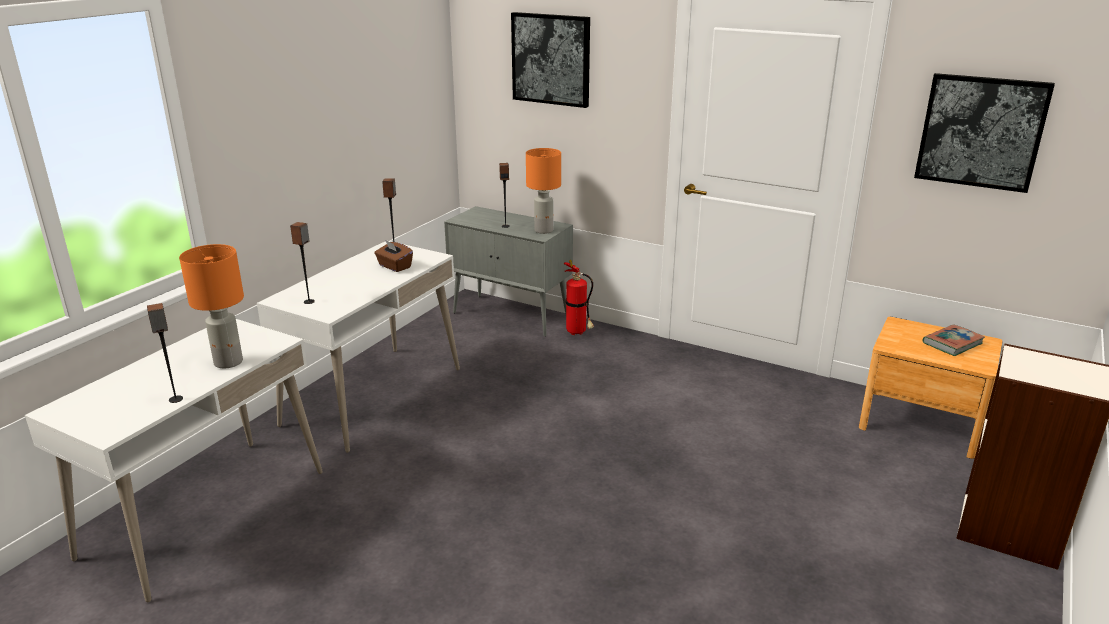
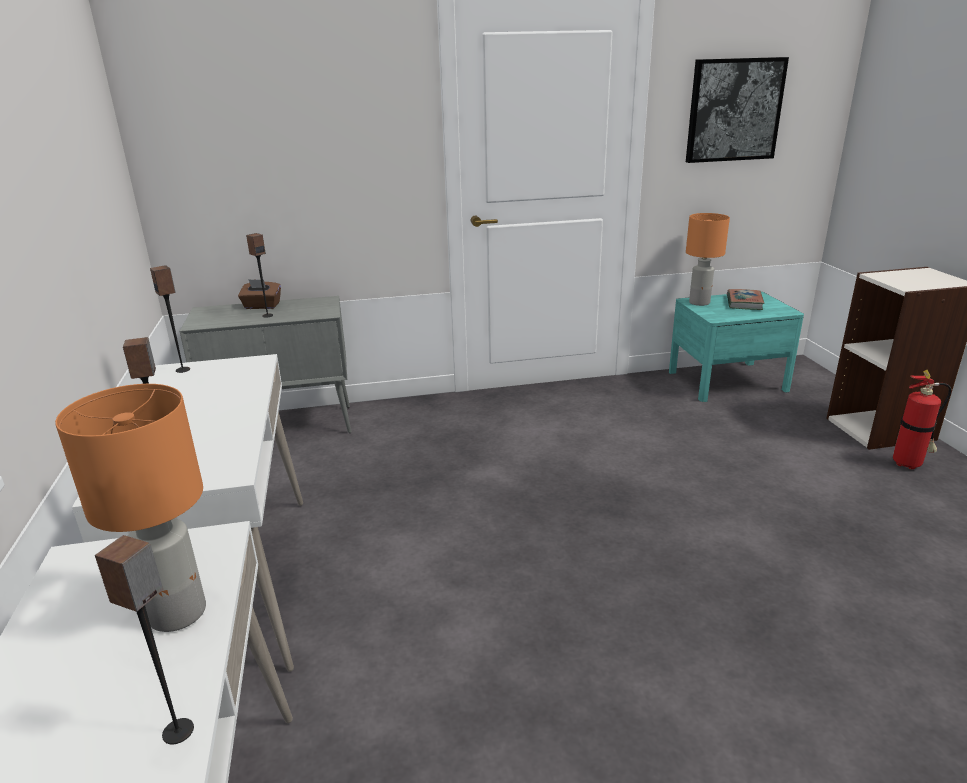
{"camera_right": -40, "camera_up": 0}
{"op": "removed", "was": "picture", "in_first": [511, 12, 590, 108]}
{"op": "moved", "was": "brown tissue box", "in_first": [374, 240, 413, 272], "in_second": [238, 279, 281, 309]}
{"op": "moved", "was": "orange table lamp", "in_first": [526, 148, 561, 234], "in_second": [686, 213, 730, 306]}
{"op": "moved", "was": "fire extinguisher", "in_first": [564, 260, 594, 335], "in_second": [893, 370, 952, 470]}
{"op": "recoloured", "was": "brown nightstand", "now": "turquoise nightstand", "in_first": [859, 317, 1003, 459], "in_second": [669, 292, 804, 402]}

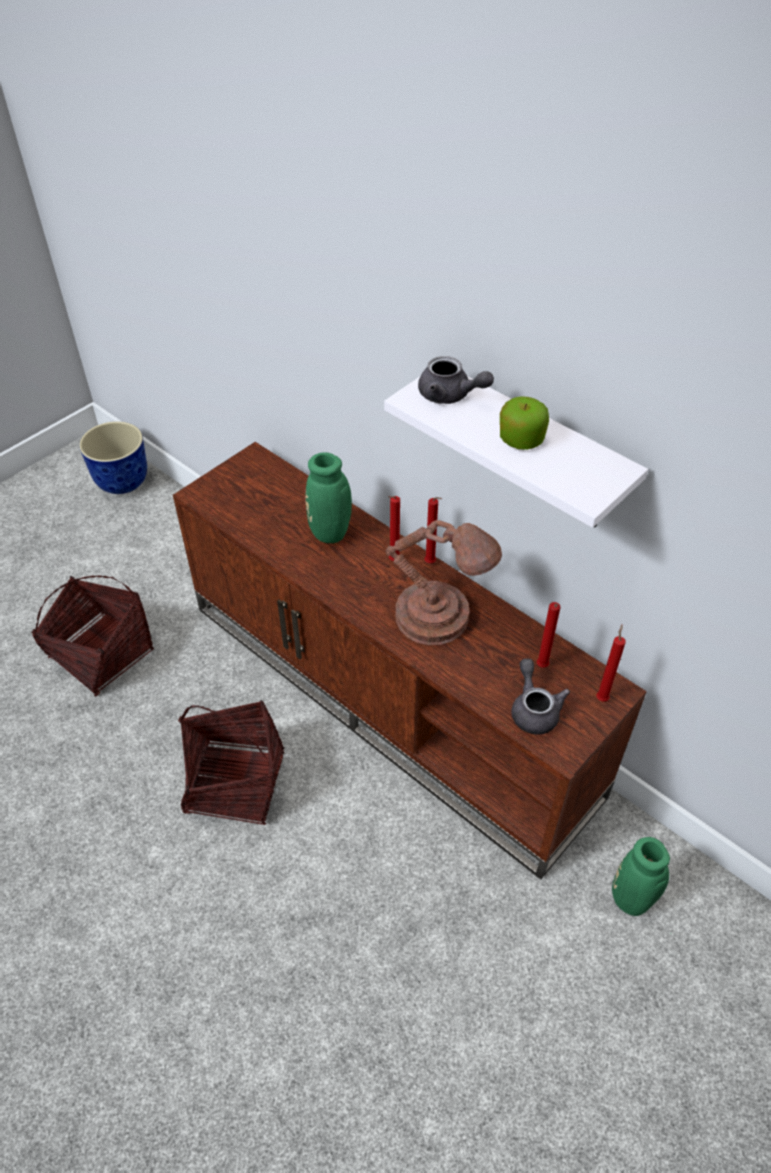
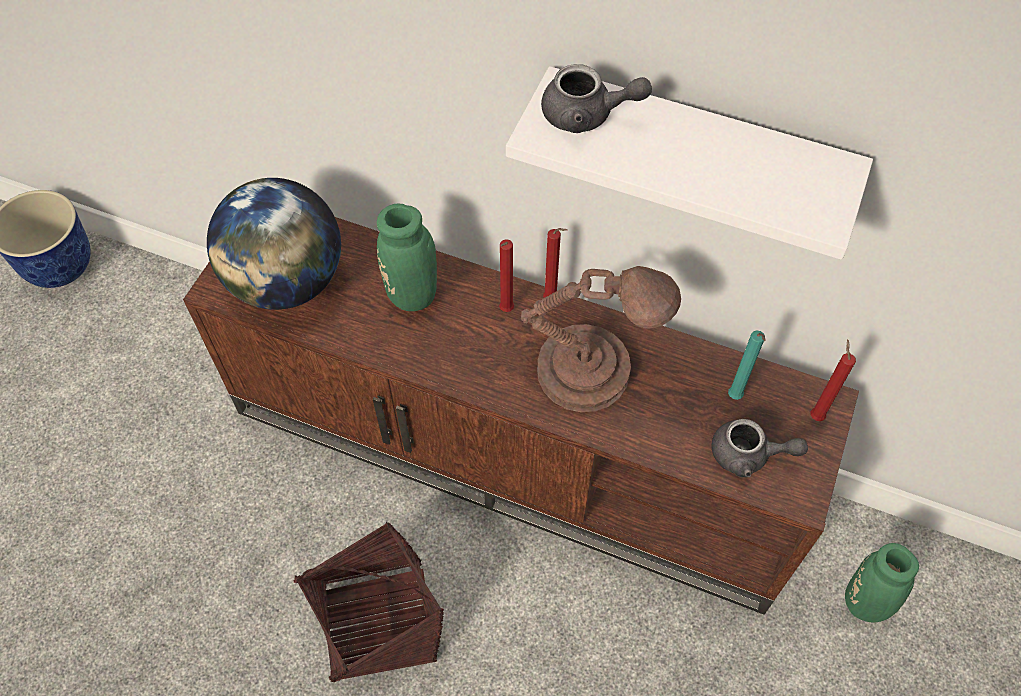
{"camera_right": -20, "camera_up": 10}
{"op": "removed", "was": "basket", "in_first": [31, 575, 154, 696]}
{"op": "removed", "was": "apple", "in_first": [500, 396, 549, 450]}
{"op": "added", "now": "globe", "in_second": [207, 178, 341, 310]}
{"op": "recoloured", "was": "red candle", "now": "turquoise candle", "in_first": [537, 602, 560, 668], "in_second": [728, 331, 766, 400]}
{"op": "turned", "was": "grey teapot", "in_first": [512, 659, 570, 735], "in_second": [711, 419, 808, 477], "clockwise": 135}

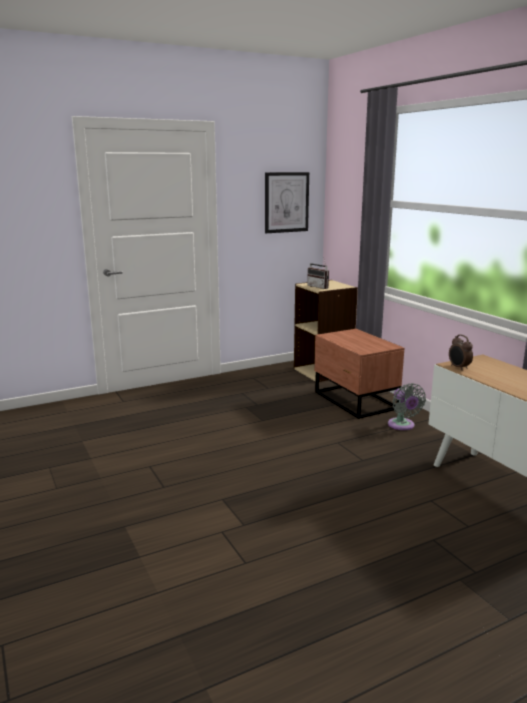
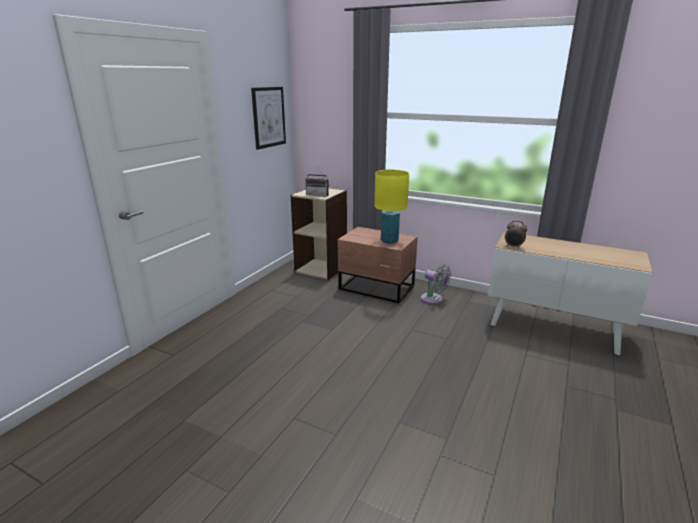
{"camera_right": -35, "camera_up": 5}
{"op": "added", "now": "yellow table lamp", "in_second": [375, 169, 409, 244]}

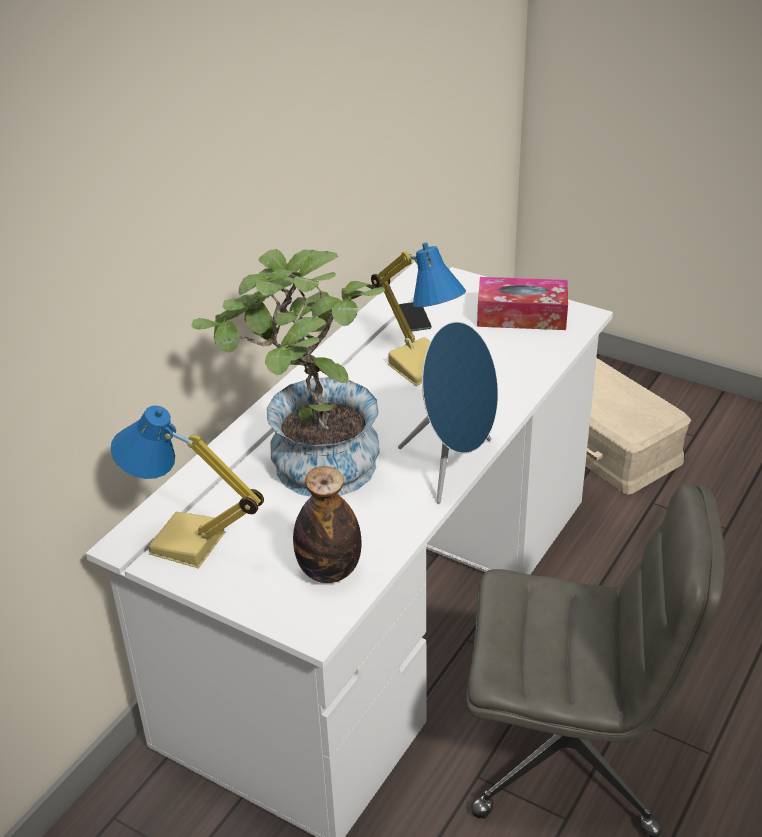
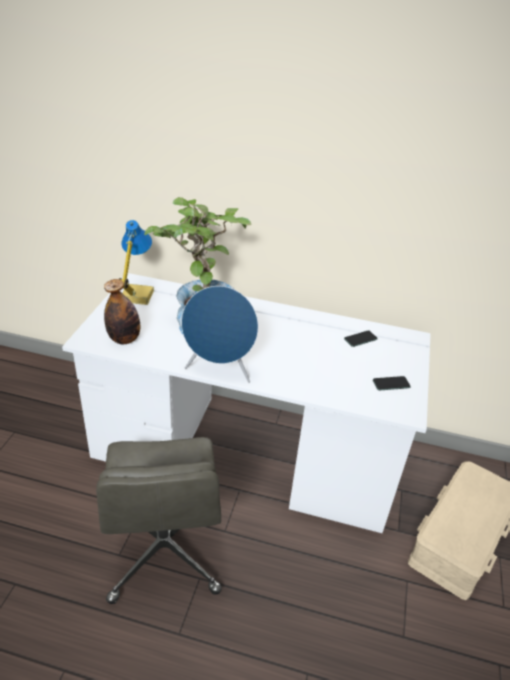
{"camera_right": 70, "camera_up": 0}
{"op": "removed", "was": "table lamp", "in_first": [371, 242, 466, 386]}
{"op": "replaced", "was": "tissue box", "now": "phone", "in_first": [477, 277, 568, 330], "in_second": [373, 376, 411, 390]}

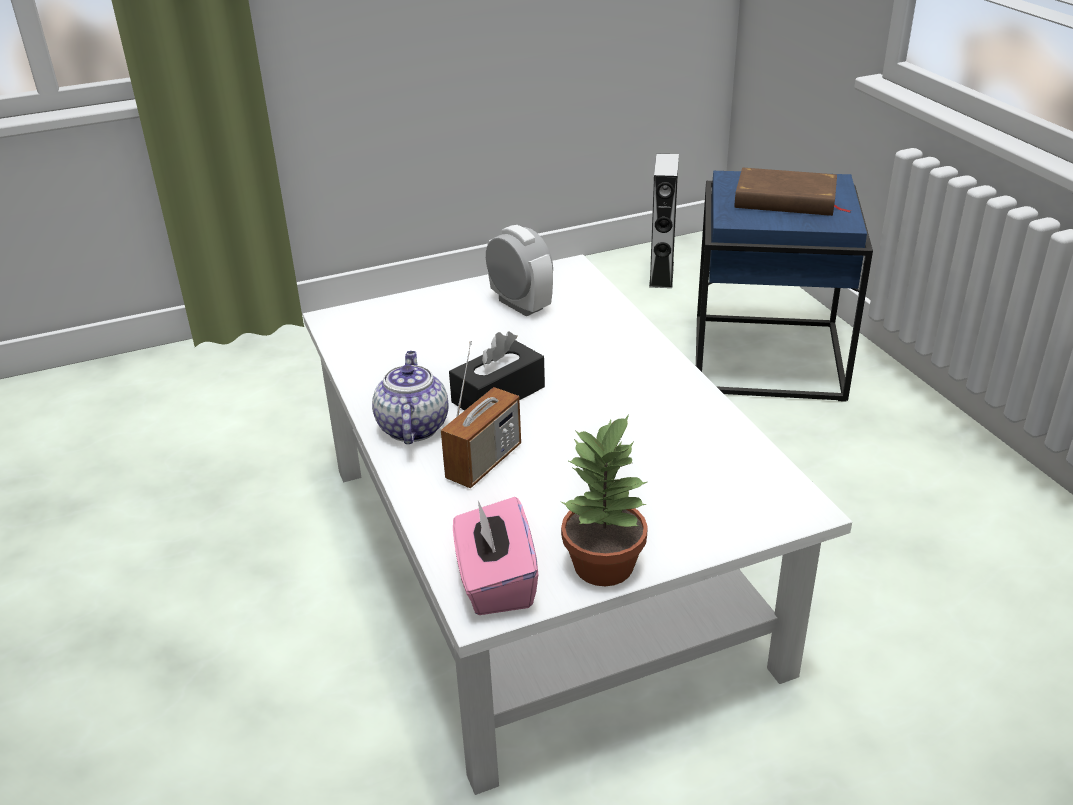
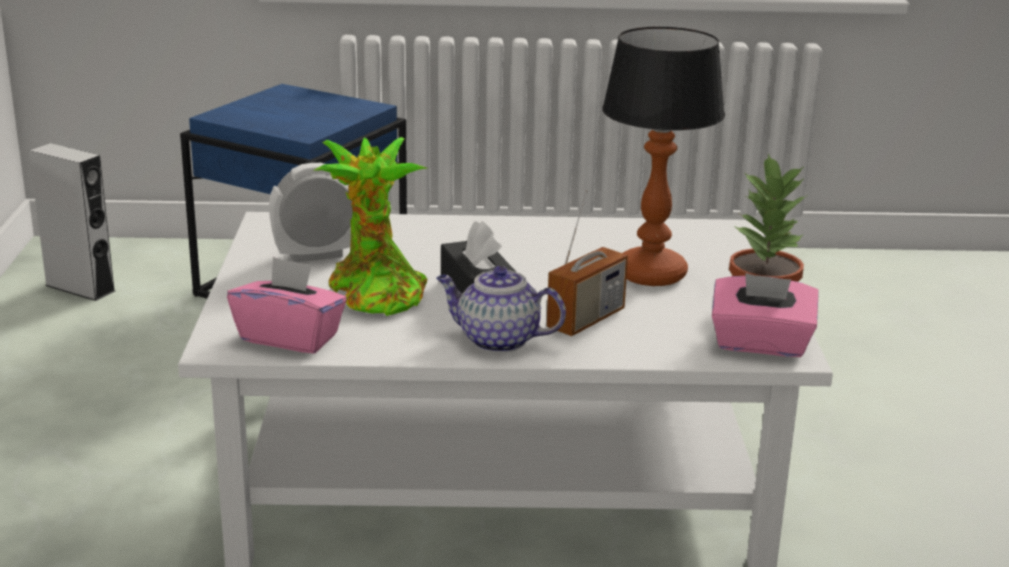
{"camera_right": -70, "camera_up": -10}
{"op": "removed", "was": "brown book", "in_first": [734, 168, 852, 216]}
{"op": "added", "now": "pink tissue box", "in_second": [227, 257, 347, 354]}
{"op": "added", "now": "potted plant", "in_second": [314, 137, 427, 316]}
{"op": "added", "now": "table lamp", "in_second": [602, 27, 725, 286]}
{"op": "turned", "was": "radio", "in_first": [441, 341, 521, 488], "in_second": [547, 190, 628, 336], "clockwise": 75}

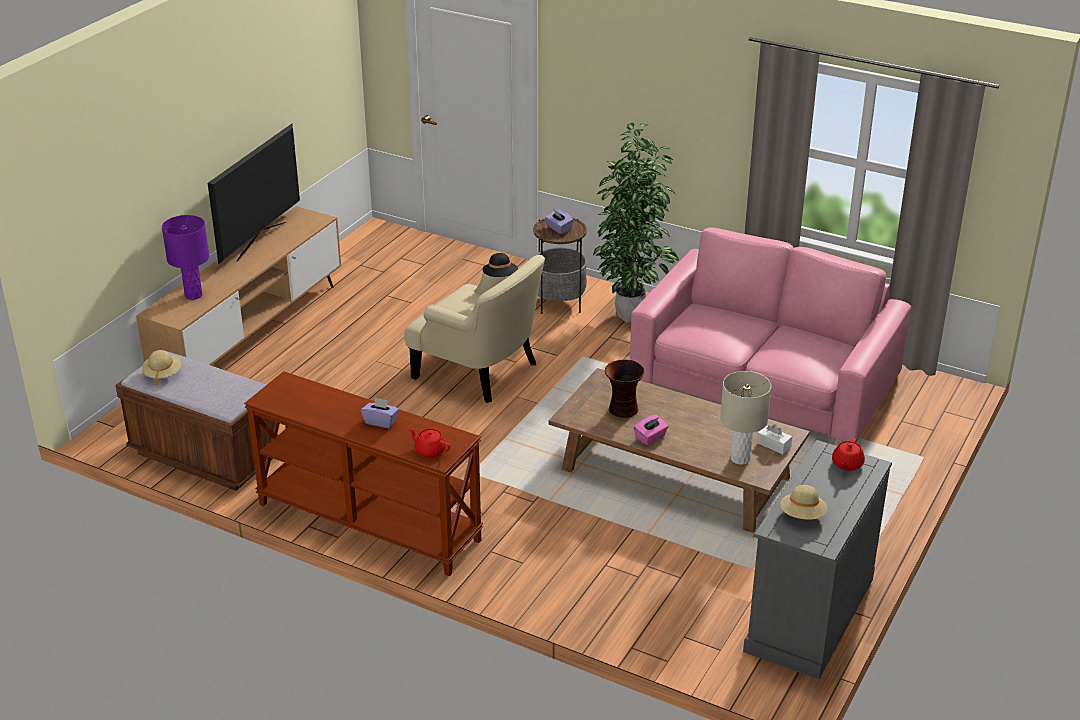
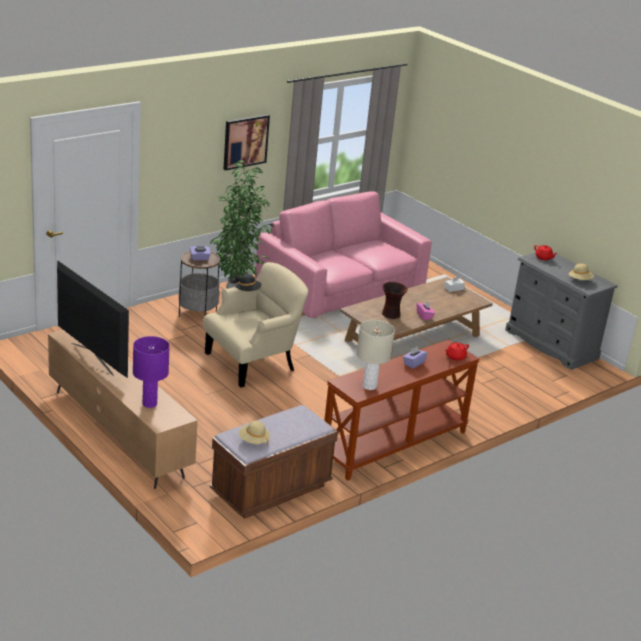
{"camera_right": -70, "camera_up": -5}
{"op": "added", "now": "picture", "in_second": [223, 114, 270, 171]}
{"op": "moved", "was": "beige table lamp", "in_first": [720, 371, 771, 465], "in_second": [356, 320, 395, 390]}

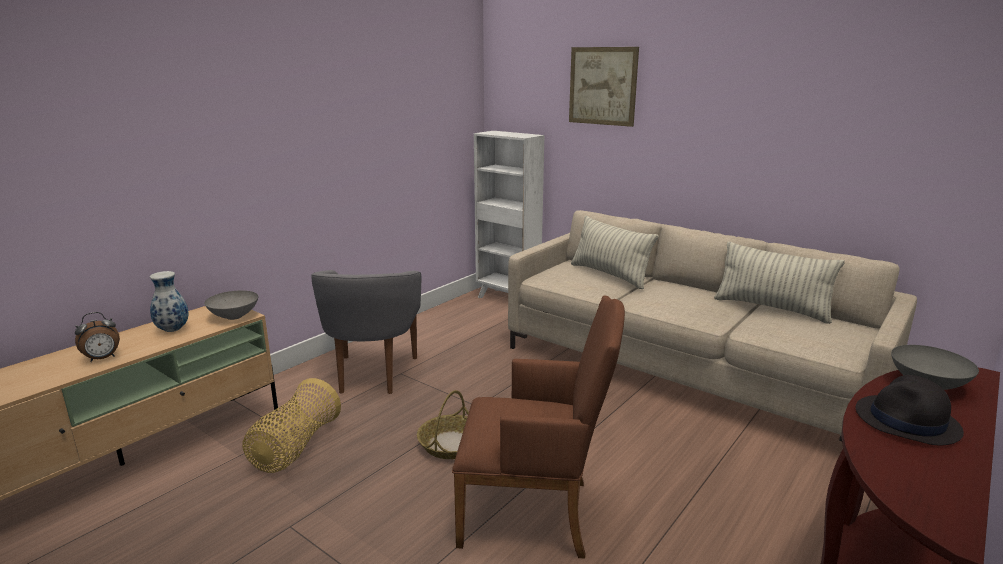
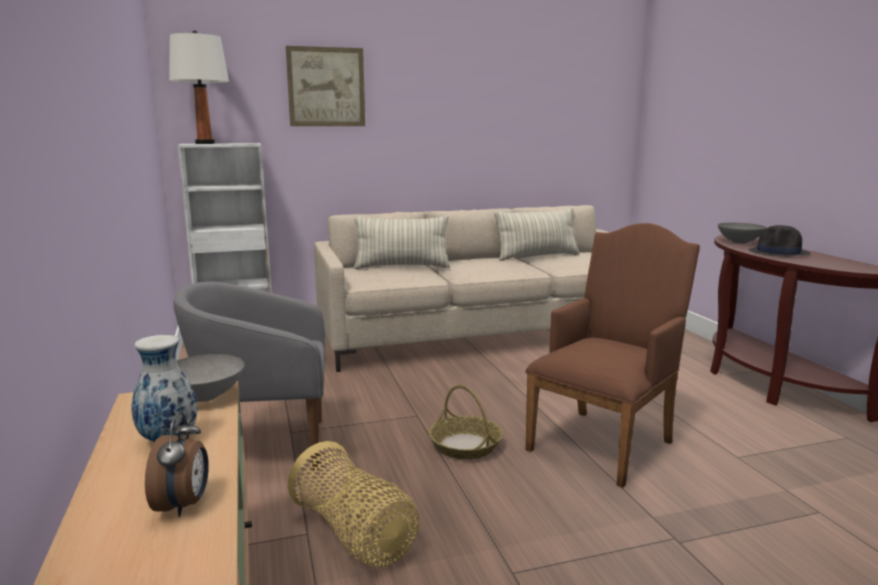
{"camera_right": -55, "camera_up": -5}
{"op": "added", "now": "white table lamp", "in_second": [169, 30, 229, 144]}
{"op": "turned", "was": "grey armchair", "in_first": [311, 270, 421, 394], "in_second": [173, 282, 325, 470], "clockwise": 135}

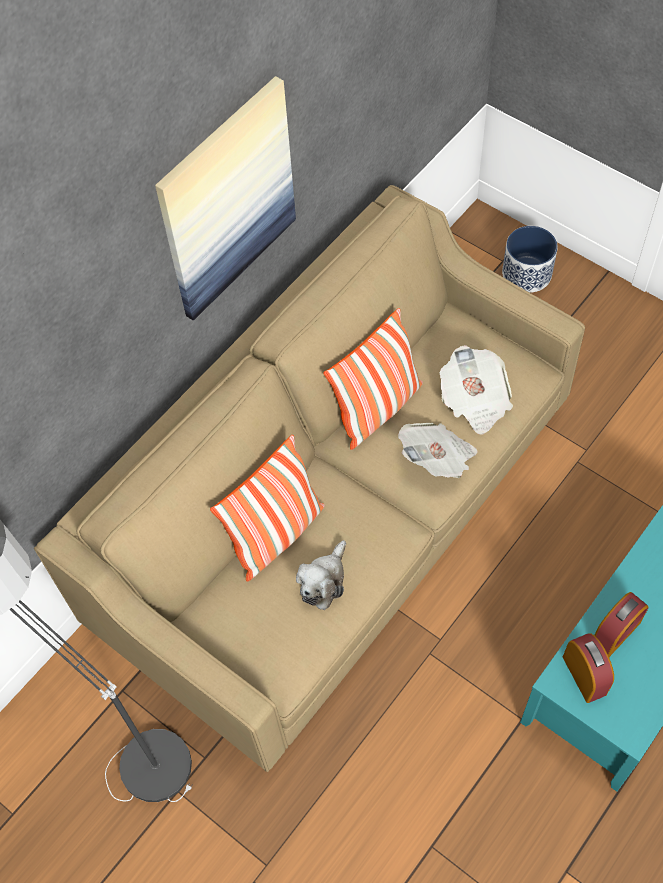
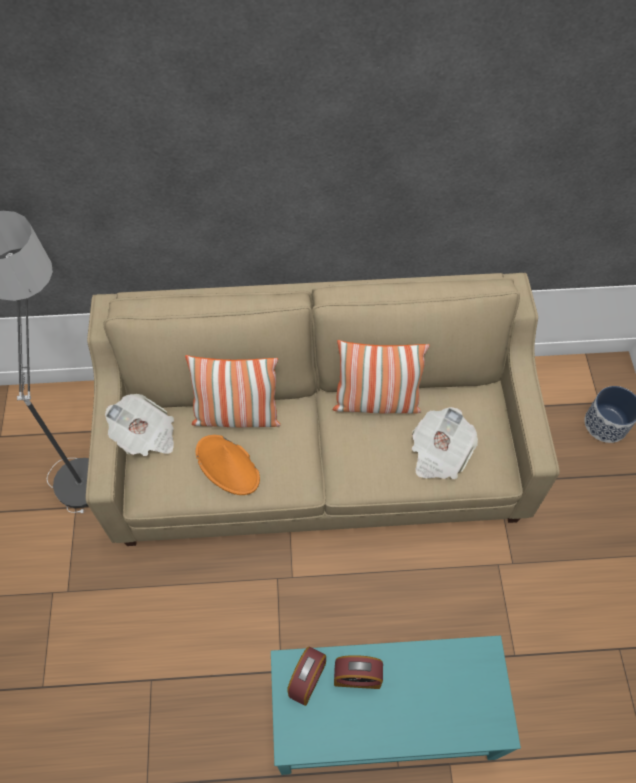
{"camera_right": 45, "camera_up": 0}
{"op": "removed", "was": "picture", "in_first": [155, 76, 296, 321]}
{"op": "moved", "was": "newspaper", "in_first": [398, 423, 478, 478], "in_second": [105, 394, 174, 456]}
{"op": "replaced", "was": "plush toy", "now": "orange hat", "in_first": [296, 540, 346, 610], "in_second": [196, 435, 260, 495]}

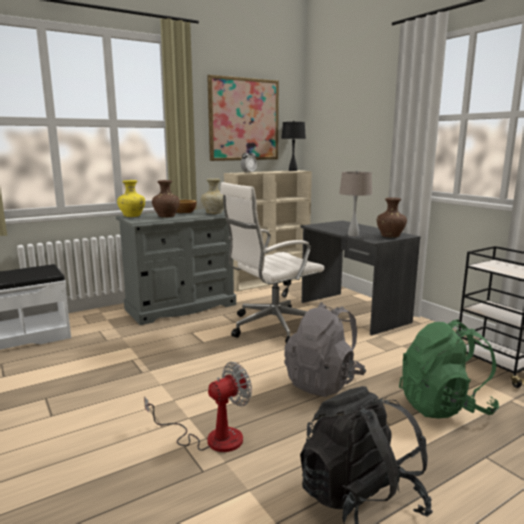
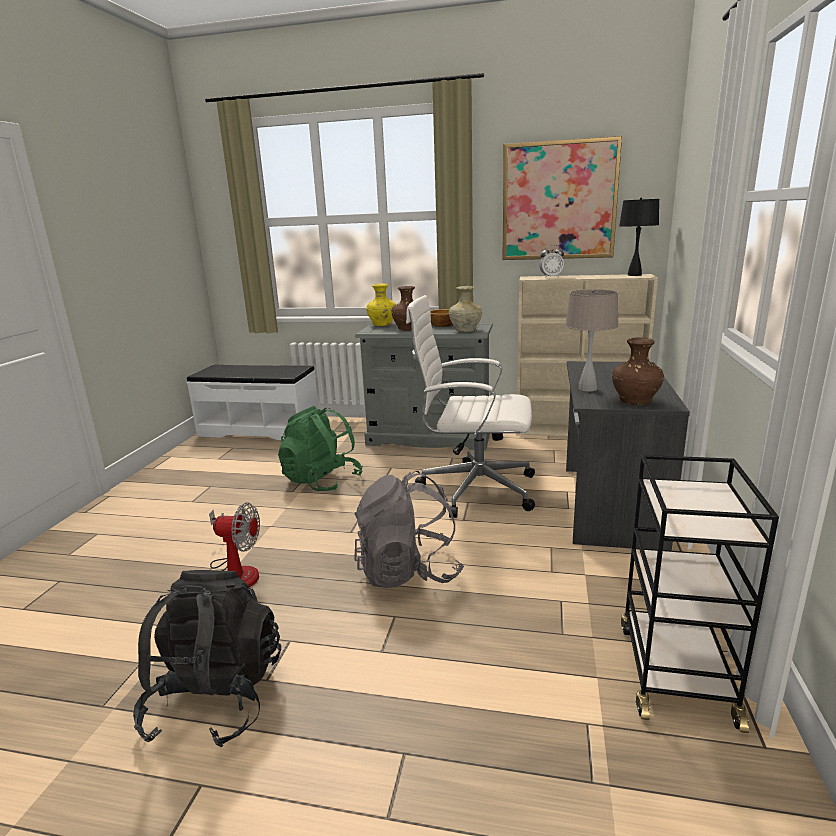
{"camera_right": 45, "camera_up": 5}
{"op": "moved", "was": "green backpack", "in_first": [399, 320, 499, 418], "in_second": [278, 406, 363, 491]}

